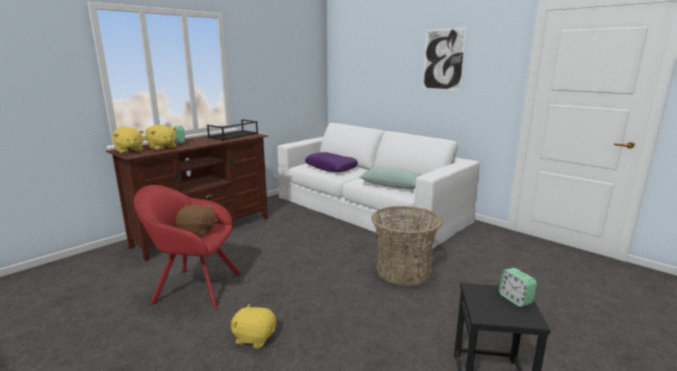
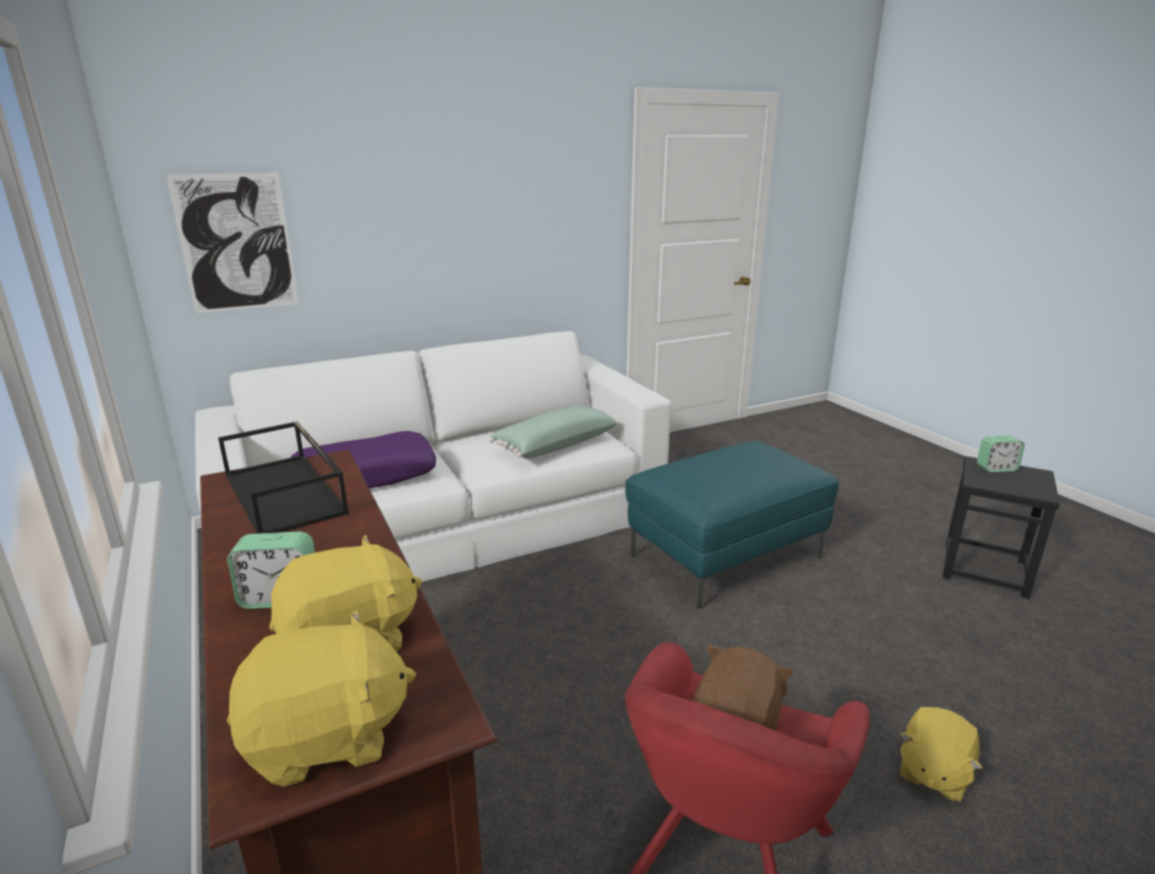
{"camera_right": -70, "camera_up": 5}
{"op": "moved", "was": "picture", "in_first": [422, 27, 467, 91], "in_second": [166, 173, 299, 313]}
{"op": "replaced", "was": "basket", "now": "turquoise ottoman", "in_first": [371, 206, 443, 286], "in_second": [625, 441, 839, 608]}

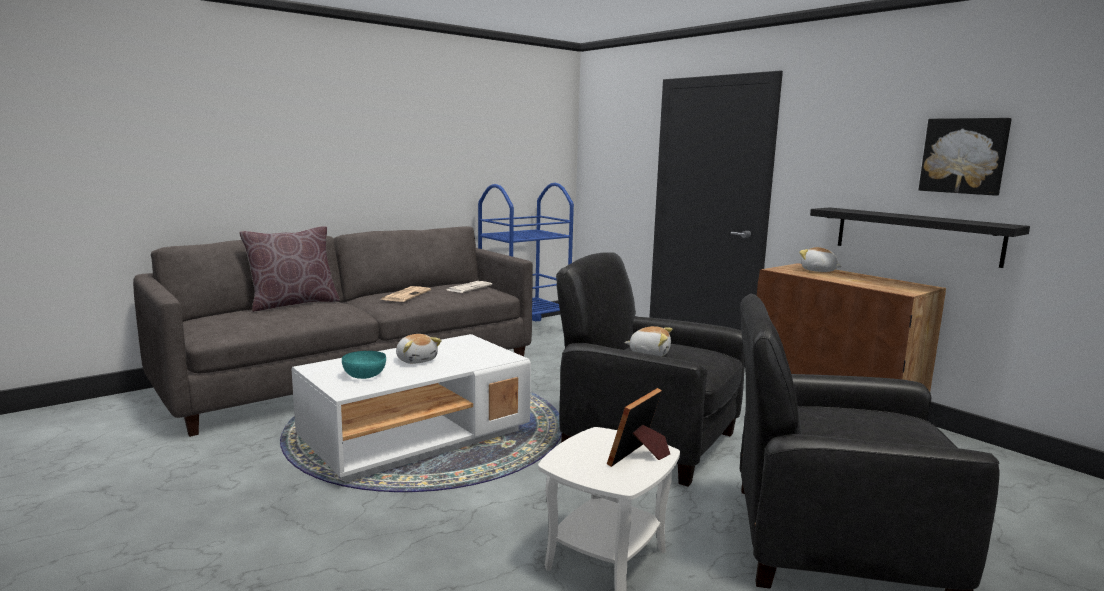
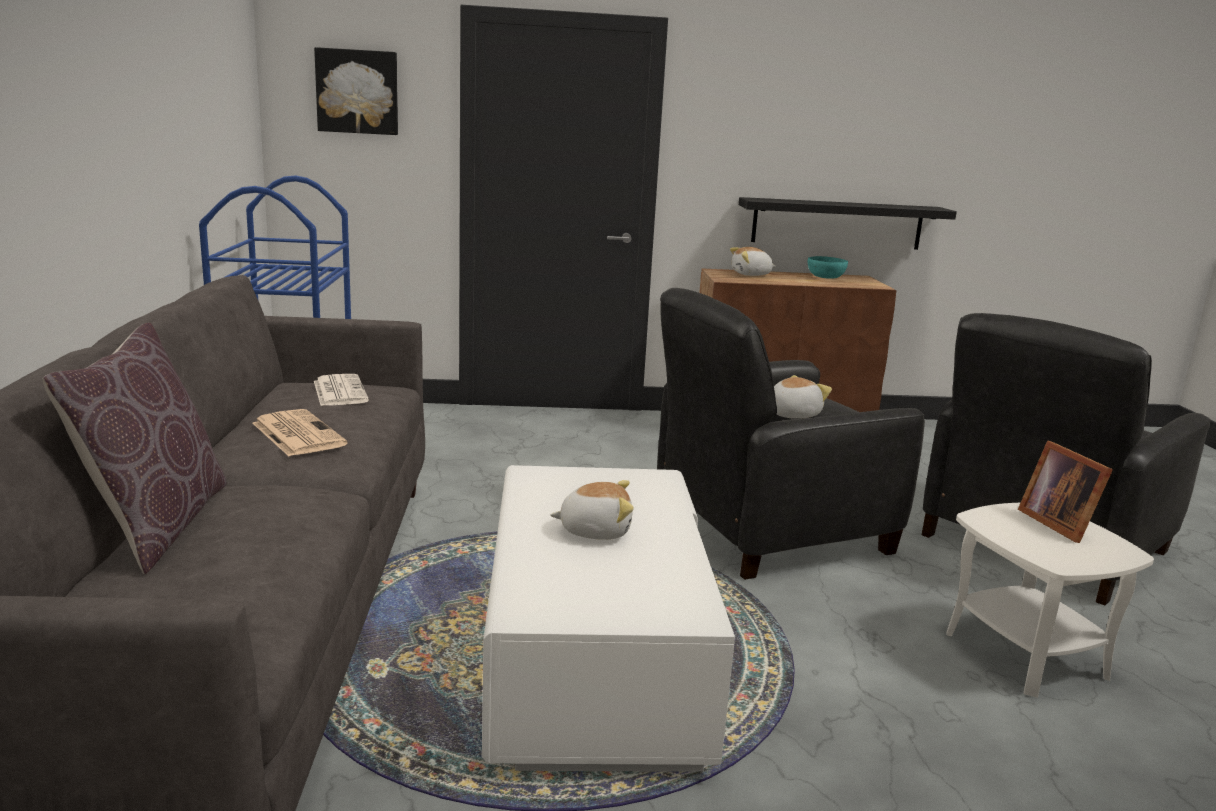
{"camera_right": -55, "camera_up": 5}
{"op": "moved", "was": "turquoise bowl", "in_first": [342, 351, 386, 379], "in_second": [808, 256, 848, 279]}
{"op": "moved", "was": "picture", "in_first": [919, 118, 1012, 196], "in_second": [314, 47, 398, 135]}

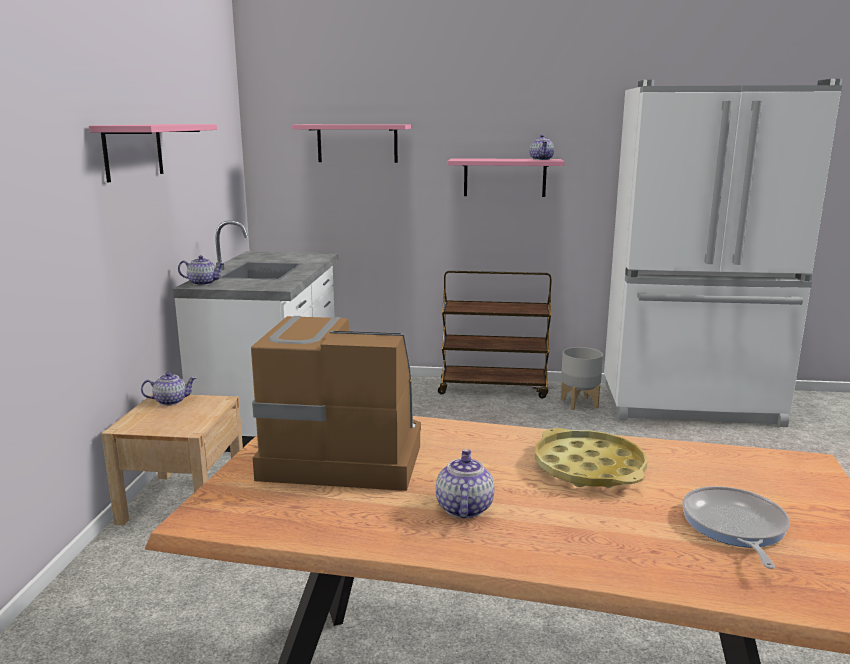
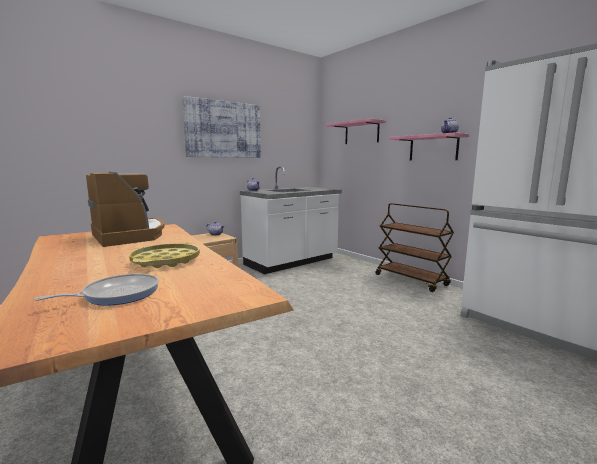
{"camera_right": 45, "camera_up": -5}
{"op": "removed", "was": "teapot", "in_first": [436, 449, 494, 518]}
{"op": "removed", "was": "grey planter", "in_first": [561, 347, 603, 410]}
{"op": "replaced", "was": "pink shelf", "now": "picture", "in_first": [89, 124, 217, 183], "in_second": [182, 96, 261, 158]}

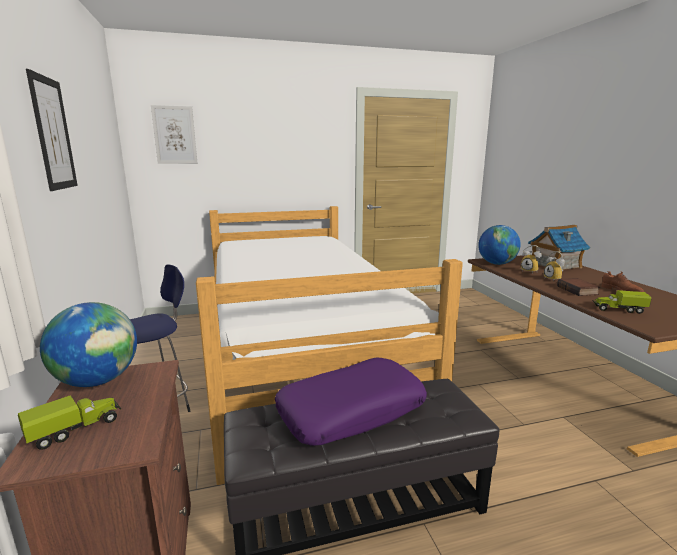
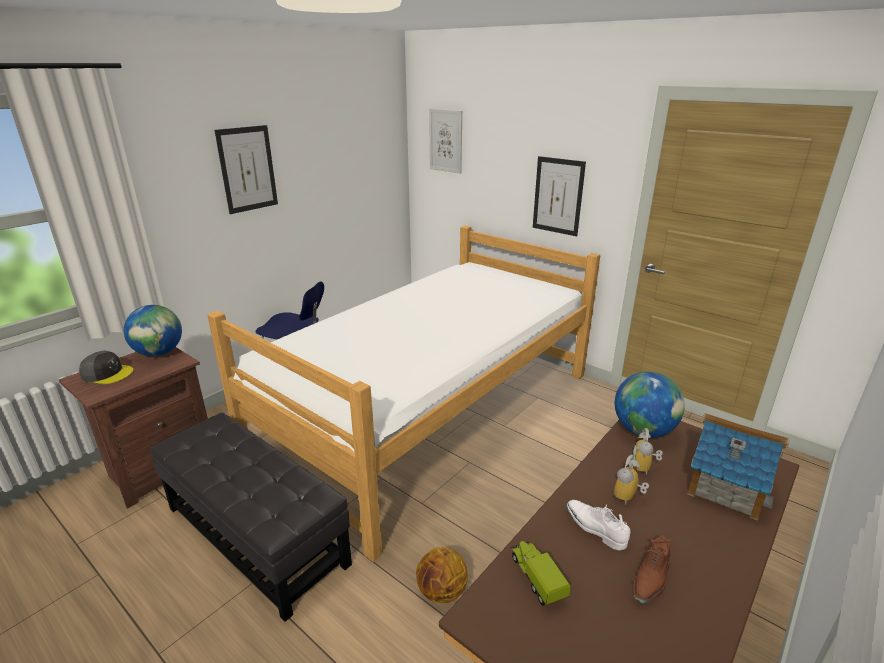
{"camera_right": 55, "camera_up": 10}
{"op": "removed", "was": "purple pillow", "in_first": [275, 358, 427, 446]}
{"op": "added", "now": "basketball", "in_second": [416, 547, 468, 603]}
{"op": "added", "now": "picture", "in_second": [533, 156, 586, 236]}
{"op": "replaced", "was": "toy truck", "now": "grey cap", "in_first": [18, 395, 121, 450], "in_second": [79, 351, 133, 384]}
{"op": "replaced", "was": "book", "now": "white shoe", "in_first": [557, 278, 600, 296], "in_second": [566, 500, 630, 550]}

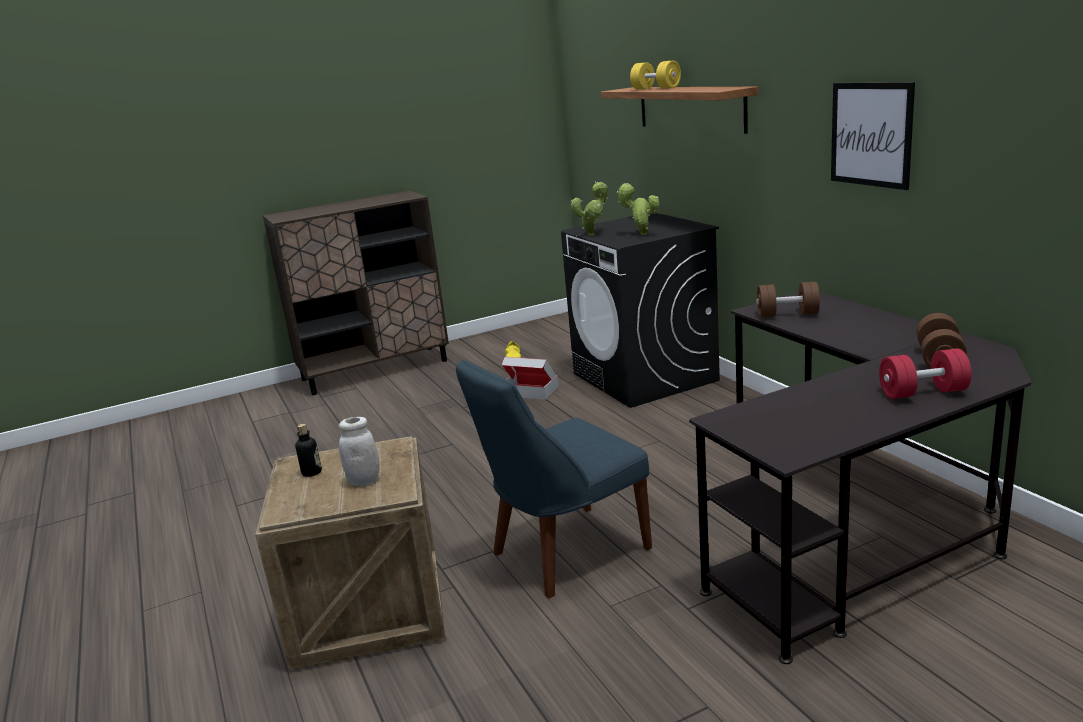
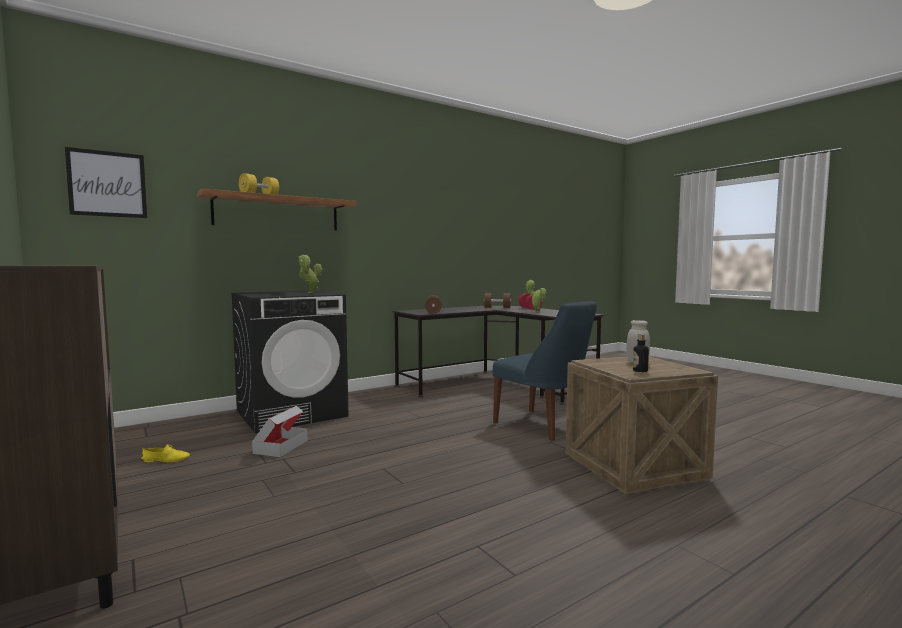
{"camera_right": -100, "camera_up": -15}
{"op": "moved", "was": "potted plant", "in_first": [571, 182, 608, 236], "in_second": [526, 280, 547, 312]}
{"op": "moved", "was": "picture", "in_first": [831, 82, 915, 190], "in_second": [65, 147, 147, 218]}

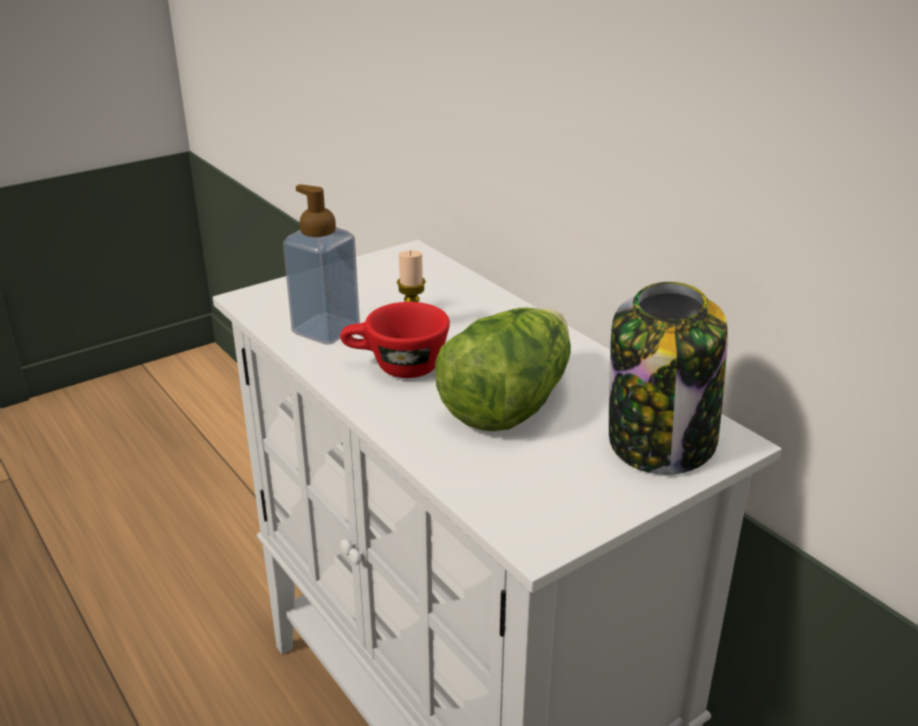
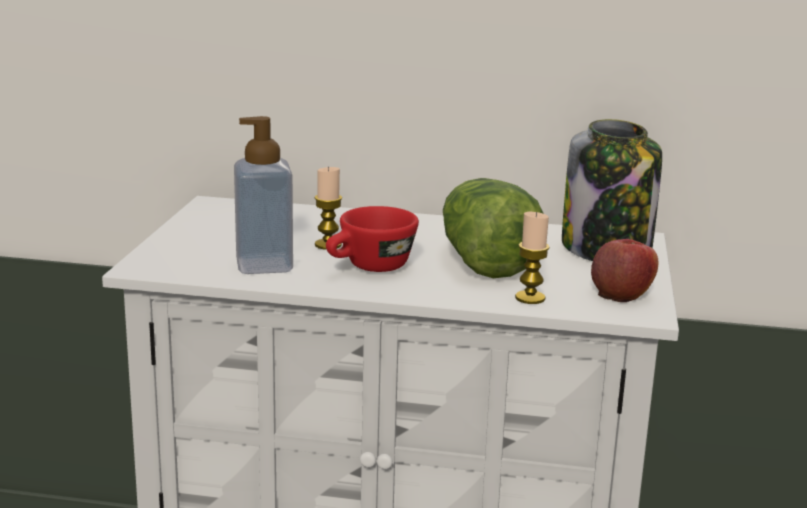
{"camera_right": -45, "camera_up": -10}
{"op": "added", "now": "candle", "in_second": [515, 212, 550, 304]}
{"op": "added", "now": "apple", "in_second": [591, 239, 659, 302]}

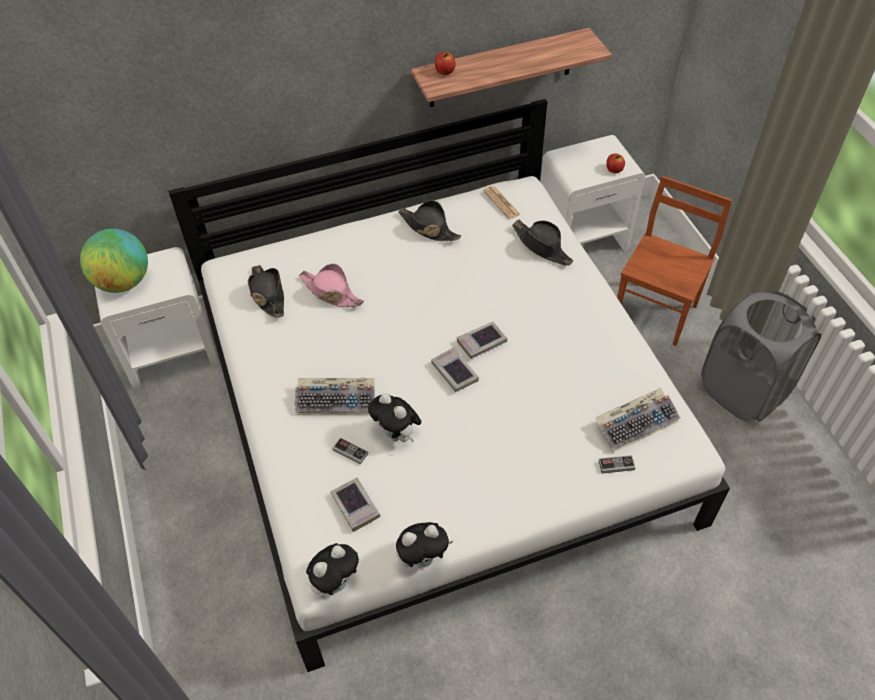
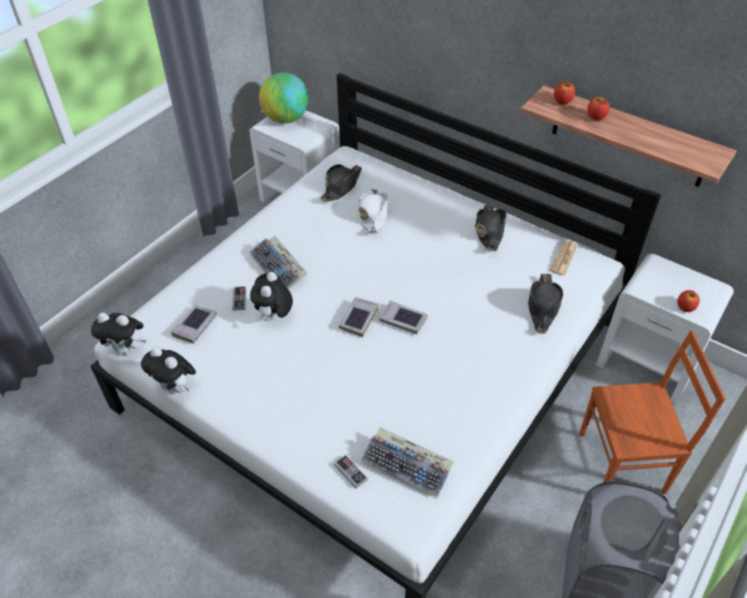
{"camera_right": 55, "camera_up": -5}
{"op": "added", "now": "apple", "in_second": [587, 97, 610, 121]}
{"op": "recoloured", "was": "pink hat", "now": "white hat", "in_first": [299, 264, 364, 307], "in_second": [359, 190, 388, 233]}

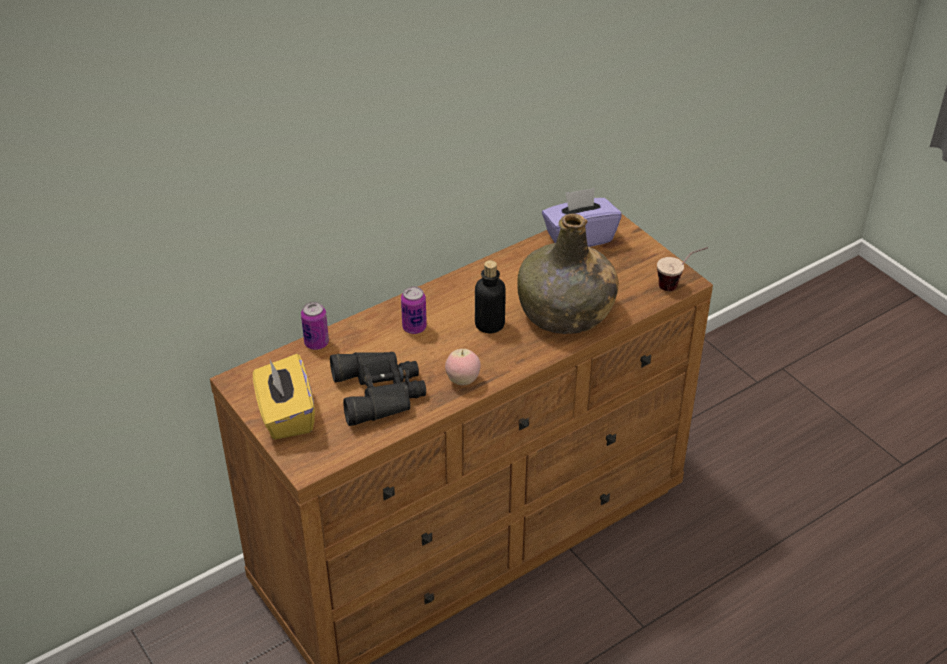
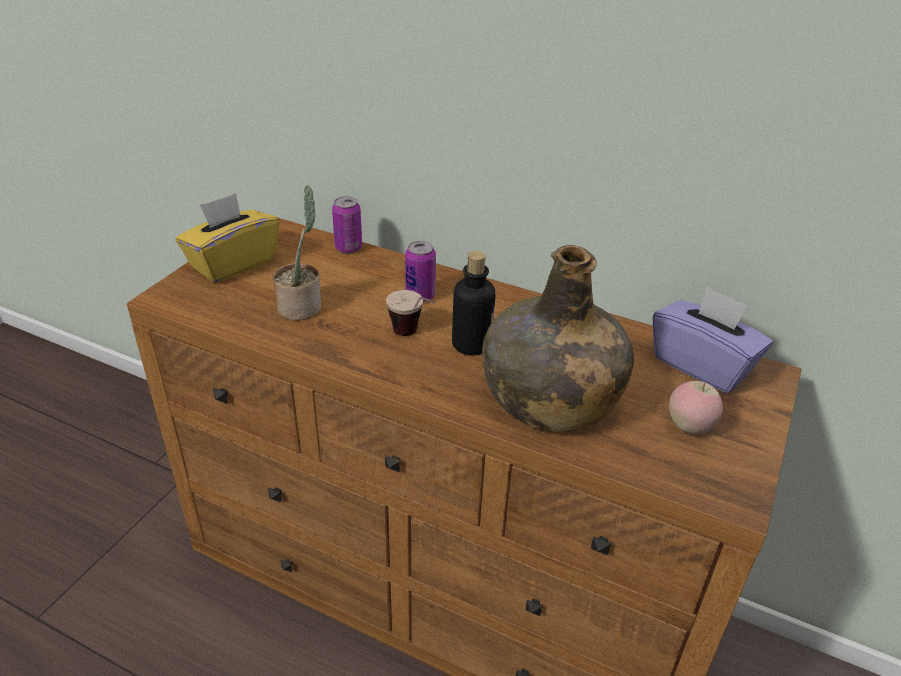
{"camera_right": 60, "camera_up": -5}
{"op": "moved", "was": "apple", "in_first": [445, 349, 481, 385], "in_second": [669, 381, 723, 434]}
{"op": "moved", "was": "cup", "in_first": [657, 247, 708, 291], "in_second": [386, 290, 435, 336]}
{"op": "replaced", "was": "black binoculars", "now": "potted plant", "in_first": [330, 352, 426, 426], "in_second": [273, 185, 321, 320]}

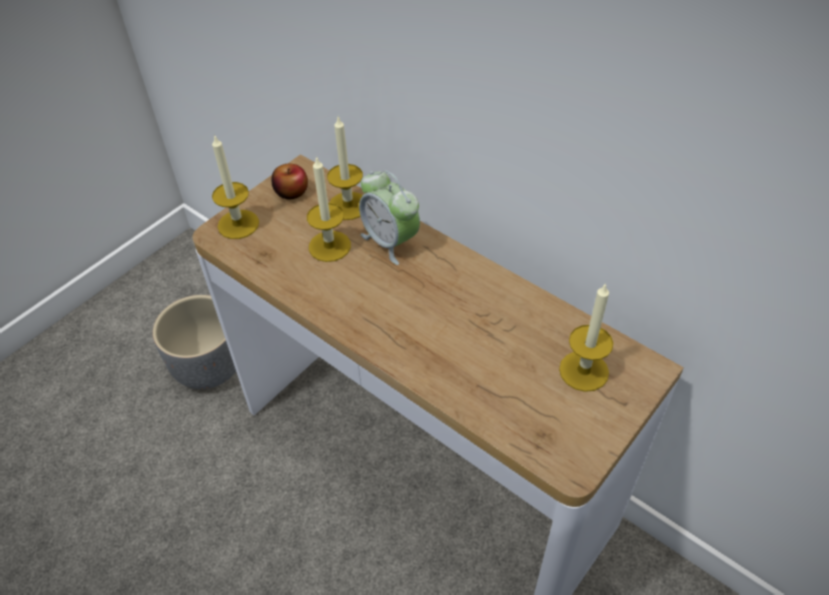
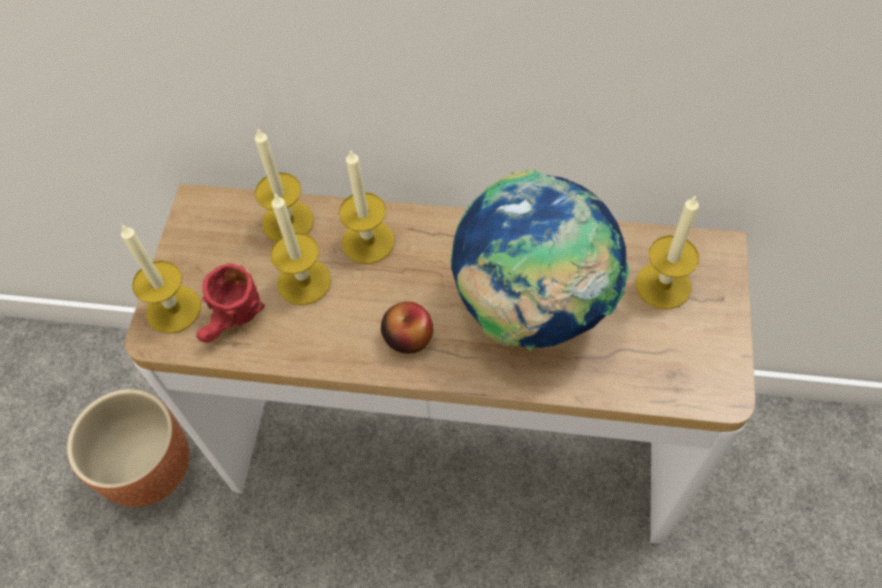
{"camera_right": -30, "camera_up": 10}
{"op": "added", "now": "red mug", "in_second": [196, 263, 265, 343]}
{"op": "added", "now": "globe", "in_second": [450, 169, 630, 351]}
{"op": "moved", "was": "apple", "in_first": [271, 164, 308, 200], "in_second": [381, 302, 433, 354]}
{"op": "replaced", "was": "alarm clock", "now": "candle", "in_first": [359, 170, 420, 265], "in_second": [339, 149, 395, 264]}
{"op": "recoloured", "was": "grey planter", "now": "brown planter", "in_first": [153, 295, 236, 389], "in_second": [67, 389, 190, 507]}

